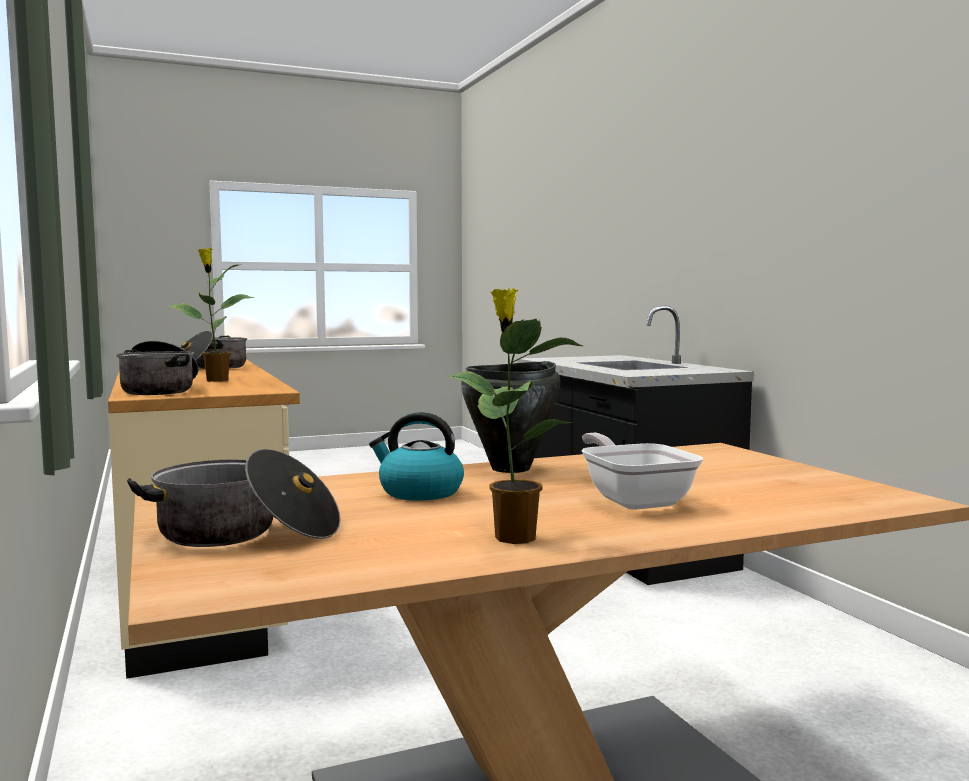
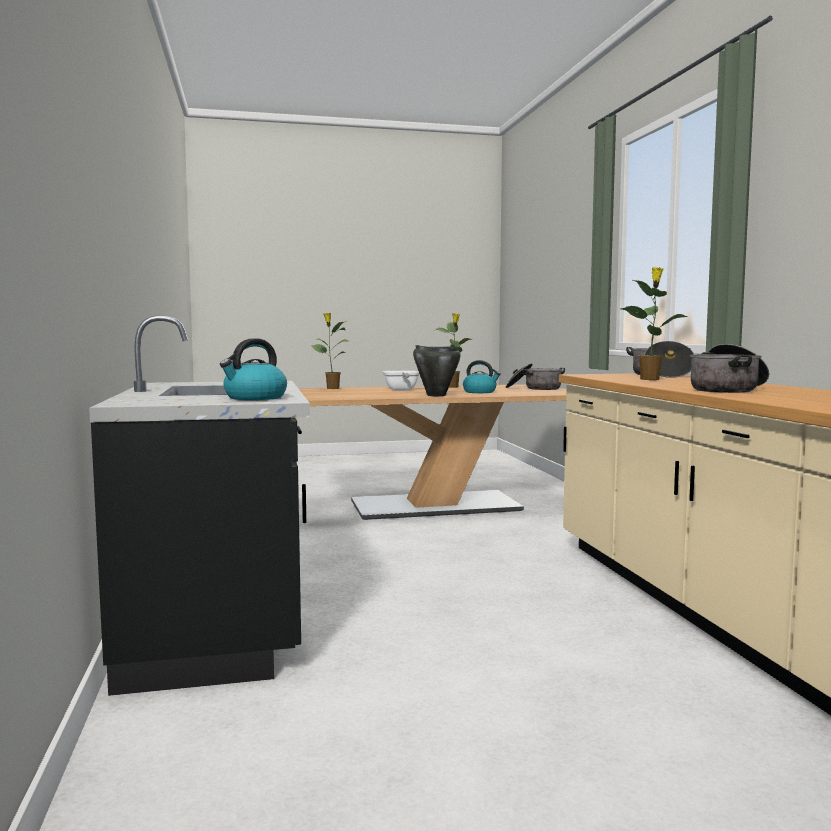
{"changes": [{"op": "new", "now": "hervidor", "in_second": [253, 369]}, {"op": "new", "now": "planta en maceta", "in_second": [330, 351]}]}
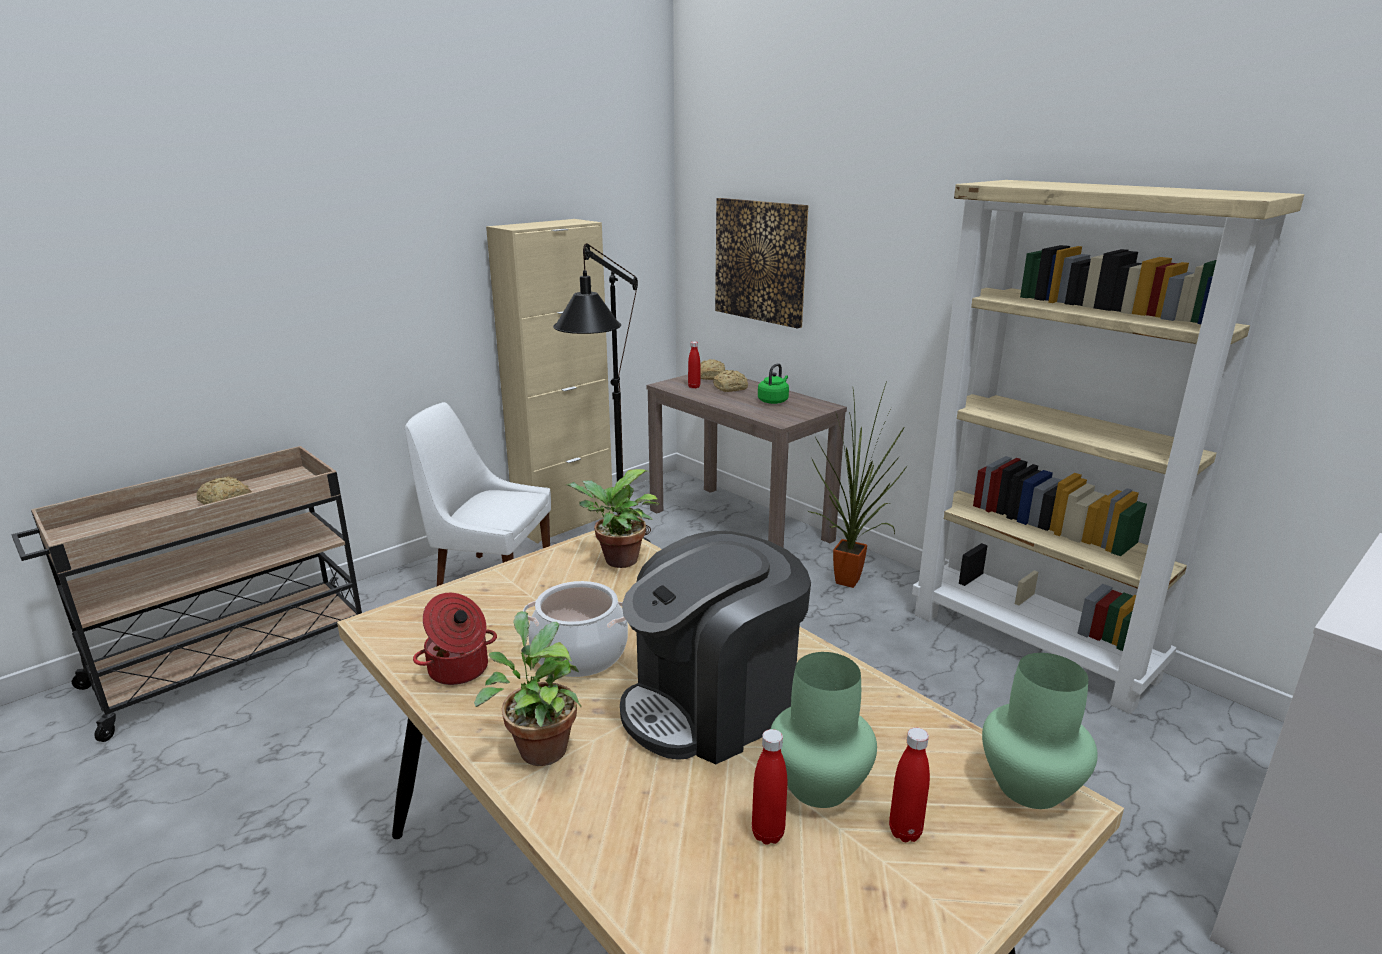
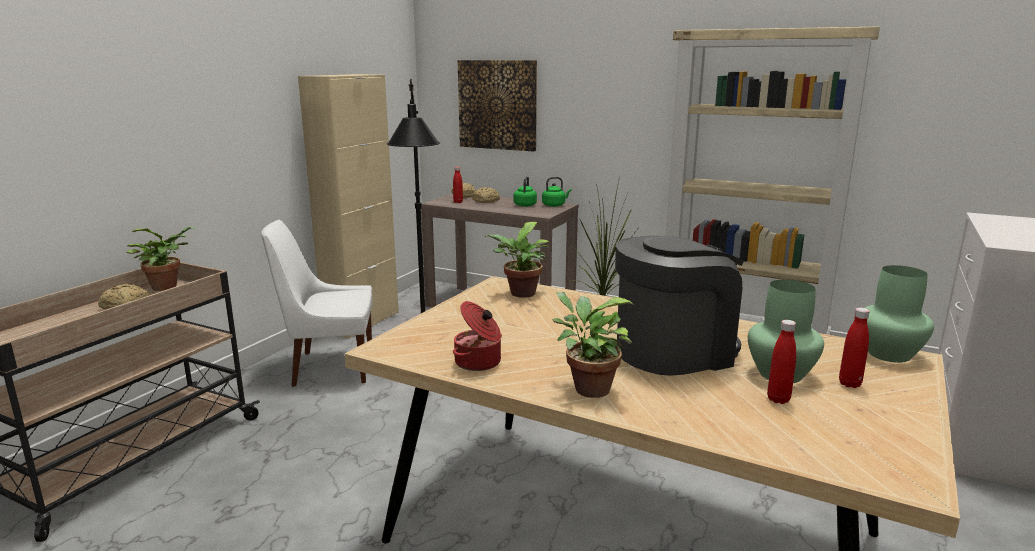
{"changes": [{"op": "new", "now": "planta en maceta", "in_second": [160, 258]}, {"op": "new", "now": "hervidor [verde]", "in_second": [557, 192]}, {"op": "rotated", "was": "cafetera", "in_first": [715, 647], "in_second": [679, 306], "clockwise": -150}, {"op": "gone", "was": "olla", "in_first": [575, 629]}]}
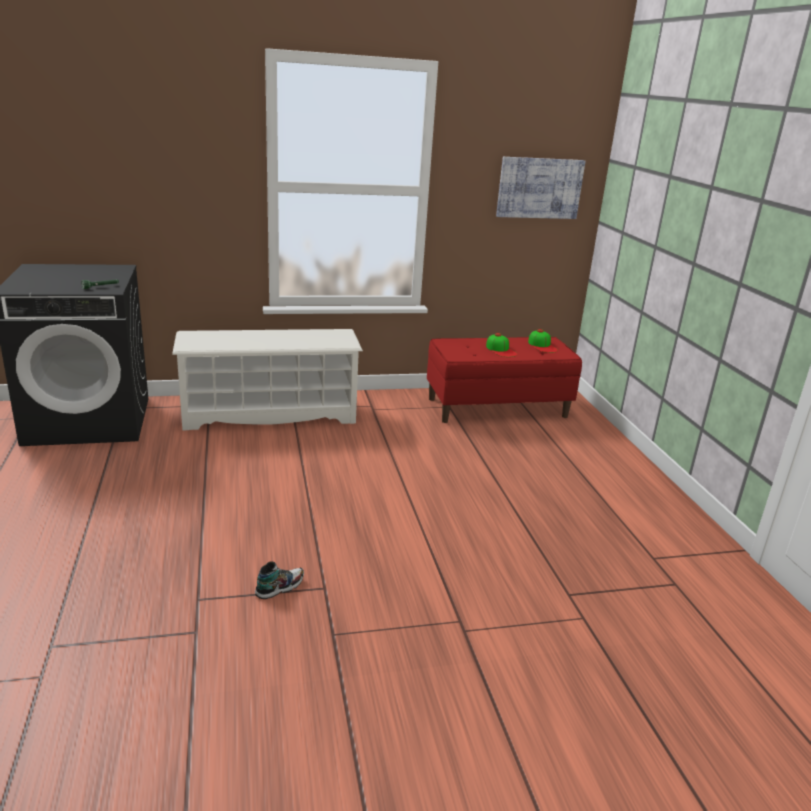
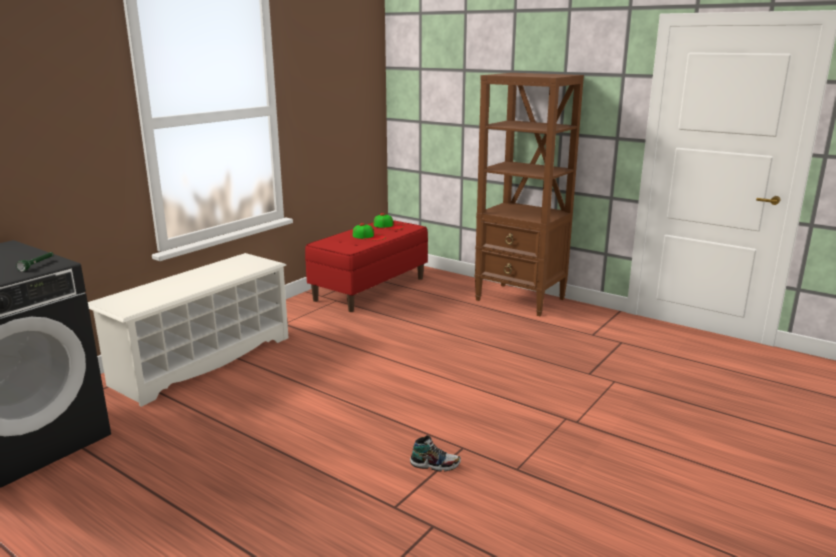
{"changes": [{"op": "rotated", "was": "zapato", "in_first": [279, 580], "in_second": [435, 453], "clockwise": 90}, {"op": "new", "now": "estantería [marrón]", "in_second": [529, 194]}, {"op": "gone", "was": "cuadro", "in_first": [540, 188]}]}
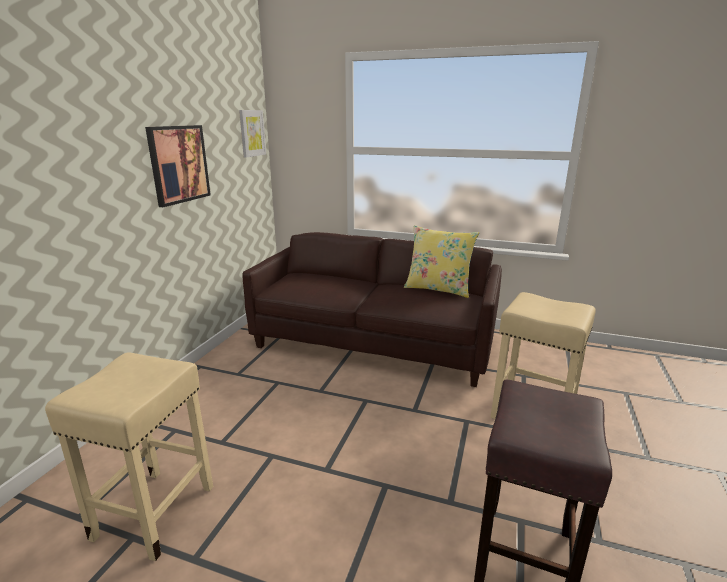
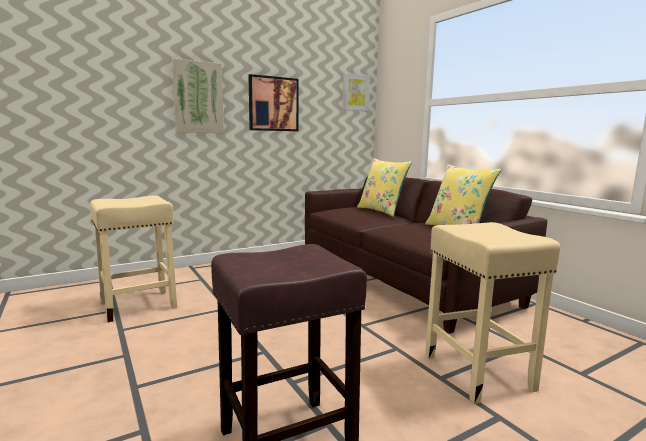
{"changes": [{"op": "new", "now": "cuadro", "in_second": [198, 95]}, {"op": "new", "now": "cojín [amarillo]", "in_second": [384, 187]}]}
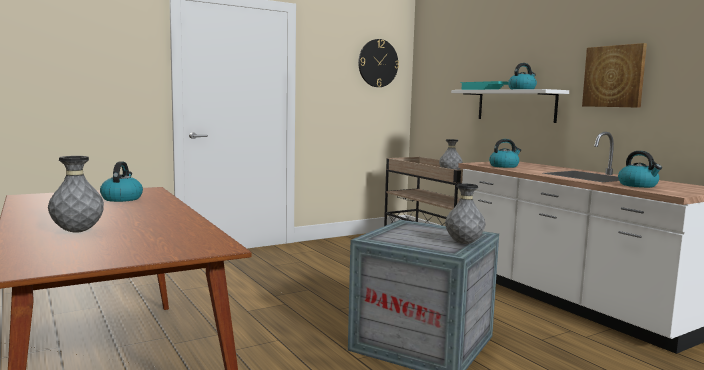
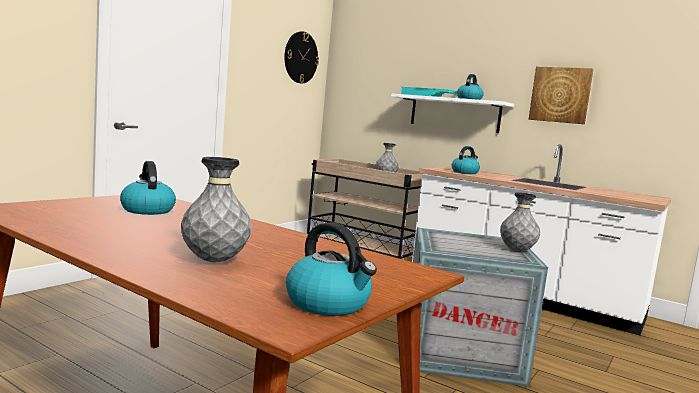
{"changes": [{"op": "shifted", "was": "hervidor", "in_first": [640, 169], "in_second": [331, 269]}]}
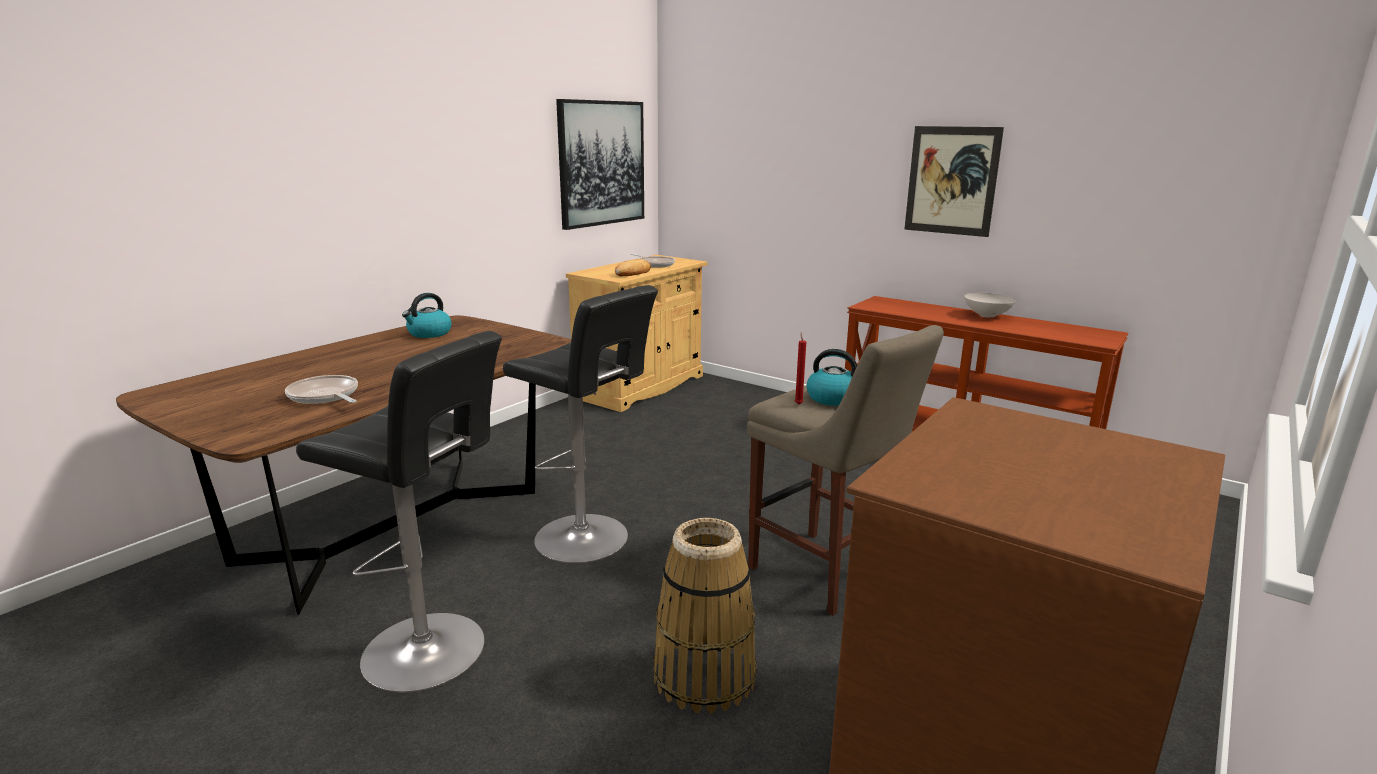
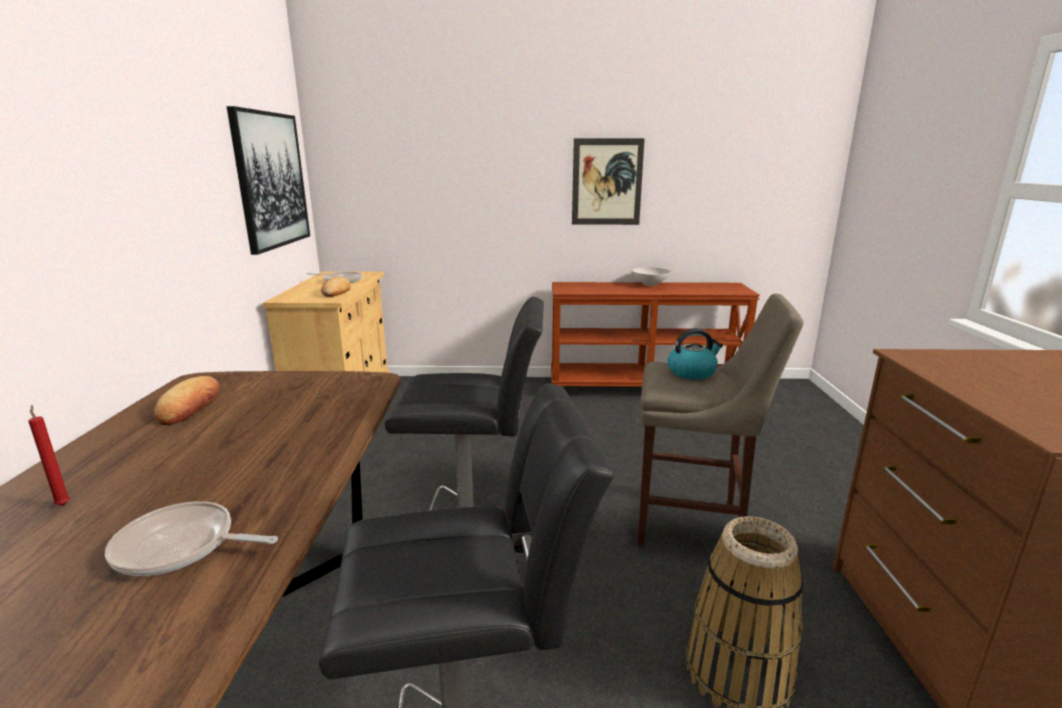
{"changes": [{"op": "shifted", "was": "vela [rojo]", "in_first": [800, 368], "in_second": [49, 455]}, {"op": "swapped", "was": "hervidor", "now": "pan", "in_first": [426, 315], "in_second": [186, 400]}]}
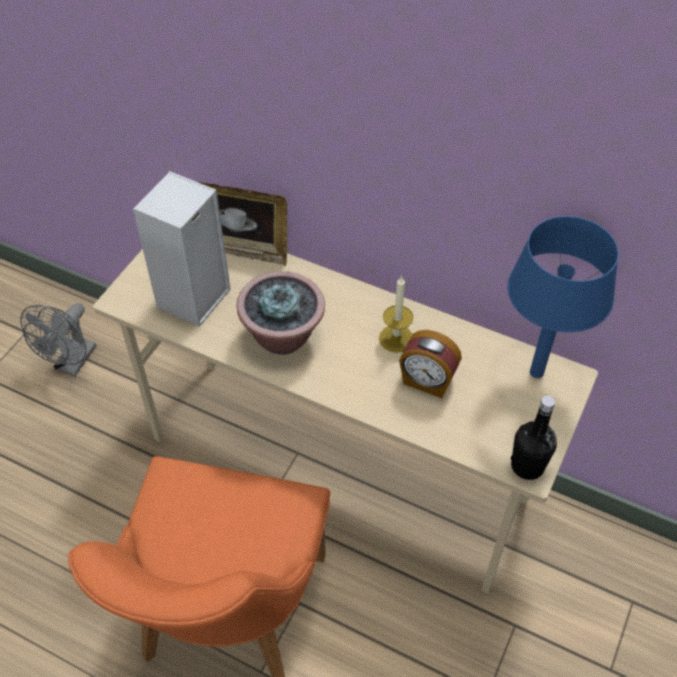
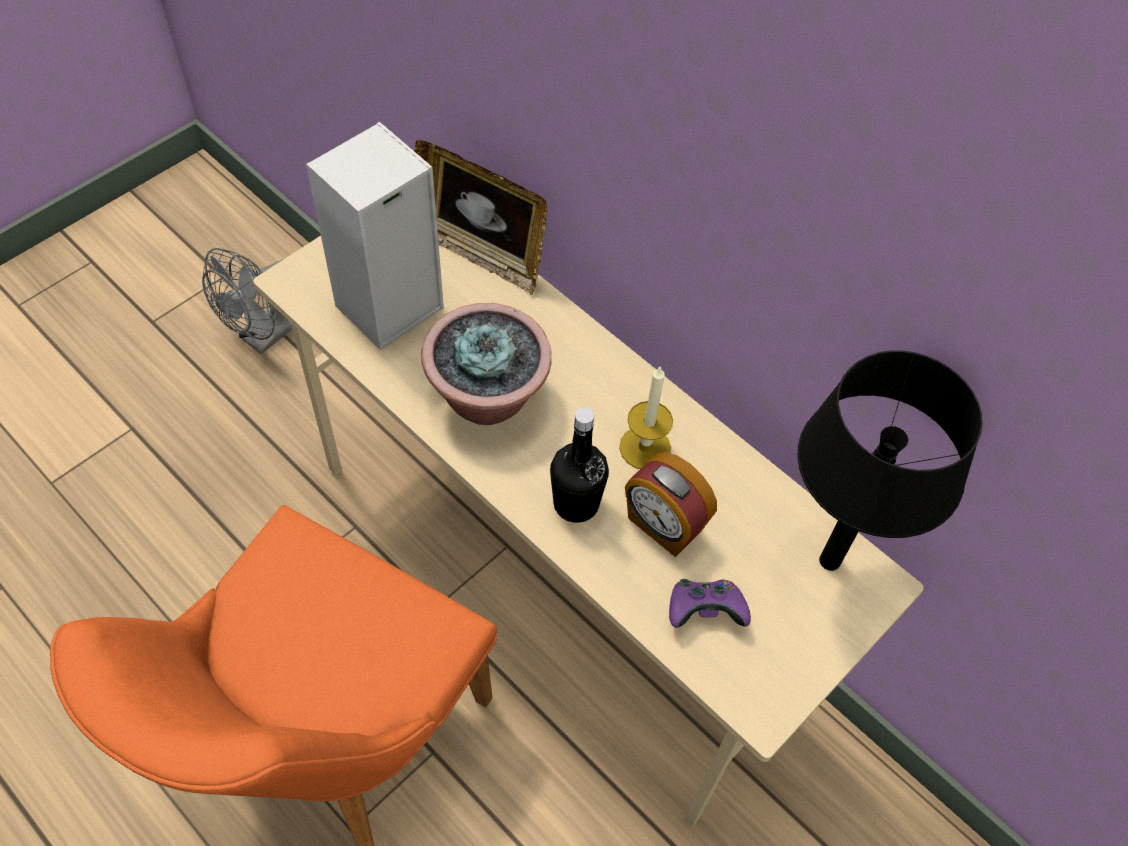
{"changes": [{"op": "shifted", "was": "botella [negro]", "in_first": [534, 437], "in_second": [579, 465]}, {"op": "new", "now": "mando de consola [morado]", "in_second": [710, 603]}, {"op": "repainted", "was": "lámpara de mesa [azul]", "now": "lámpara de mesa [negro]", "in_first": [563, 297], "in_second": [890, 460]}]}
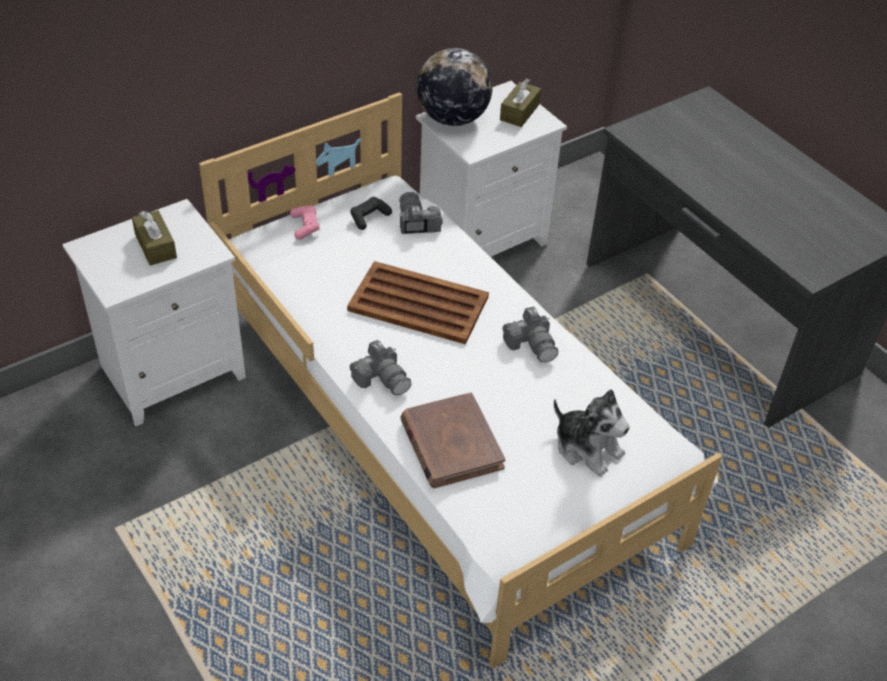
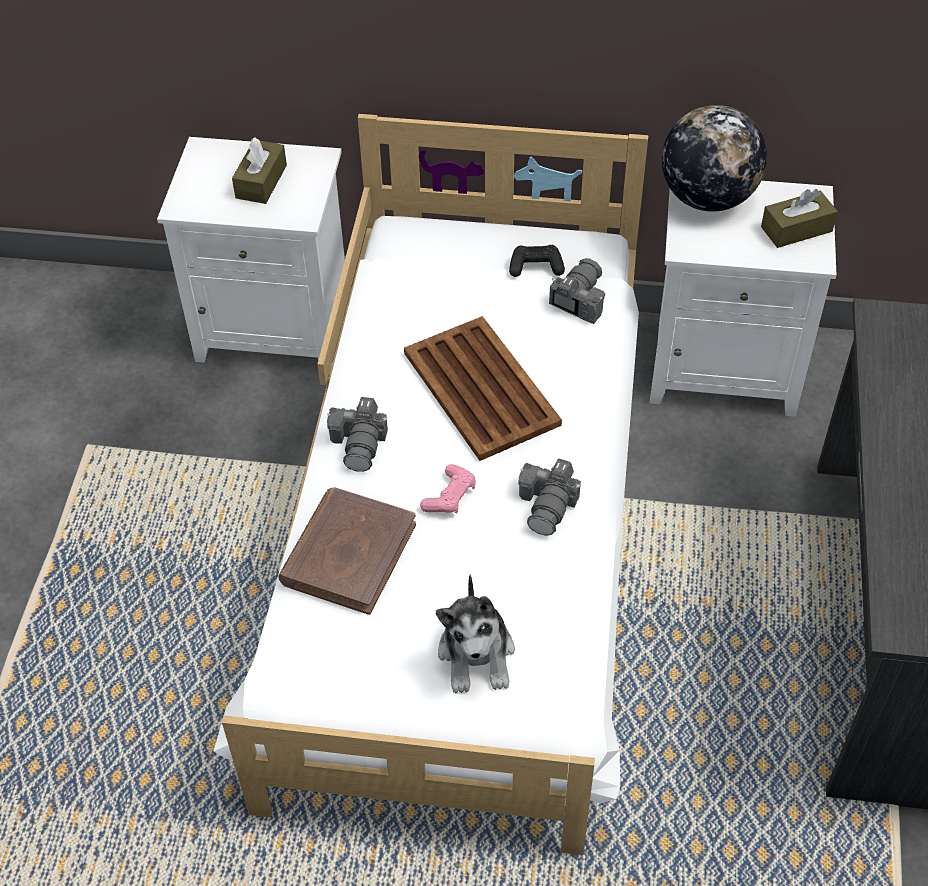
{"changes": [{"op": "shifted", "was": "mando de consola [rosa]", "in_first": [305, 223], "in_second": [448, 489]}]}
